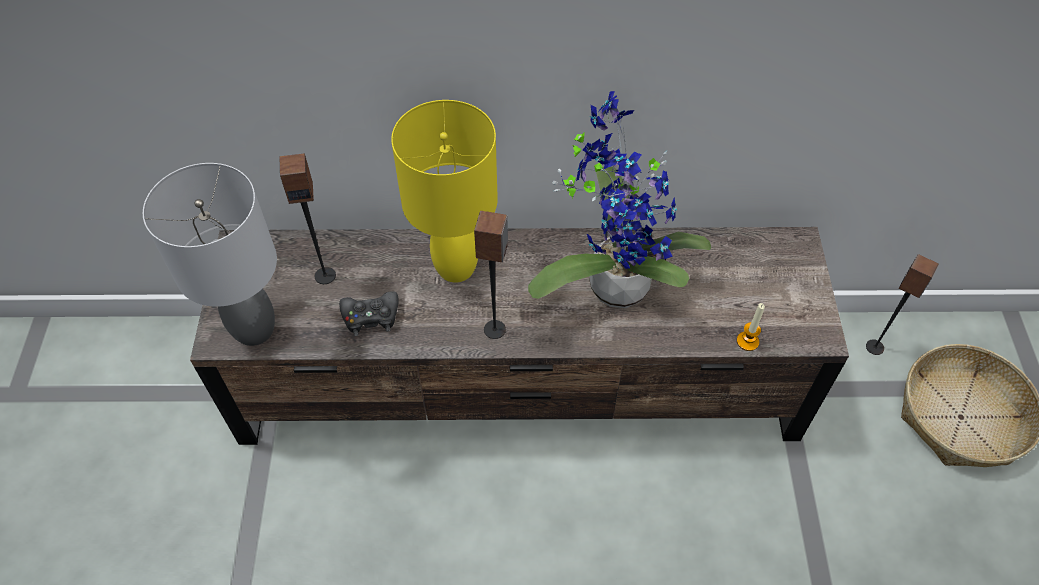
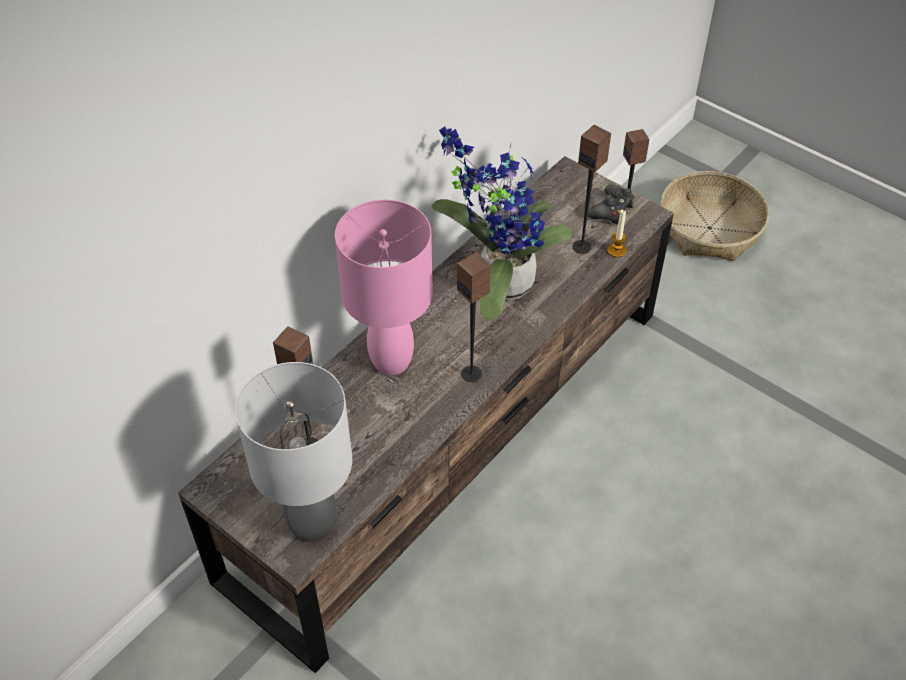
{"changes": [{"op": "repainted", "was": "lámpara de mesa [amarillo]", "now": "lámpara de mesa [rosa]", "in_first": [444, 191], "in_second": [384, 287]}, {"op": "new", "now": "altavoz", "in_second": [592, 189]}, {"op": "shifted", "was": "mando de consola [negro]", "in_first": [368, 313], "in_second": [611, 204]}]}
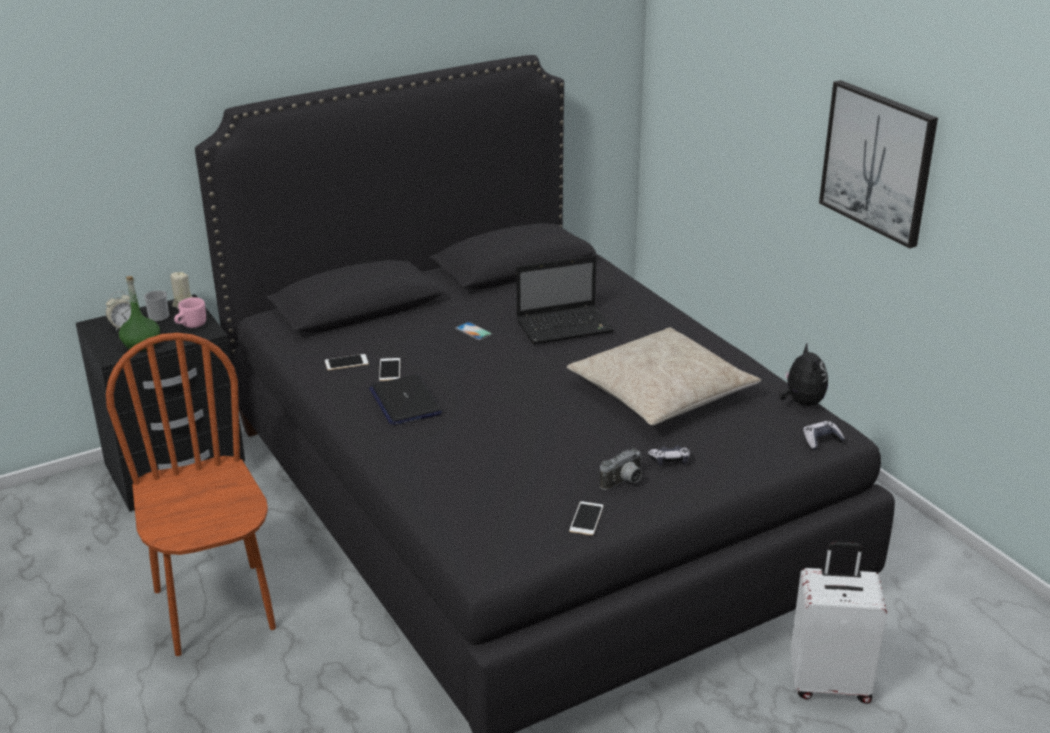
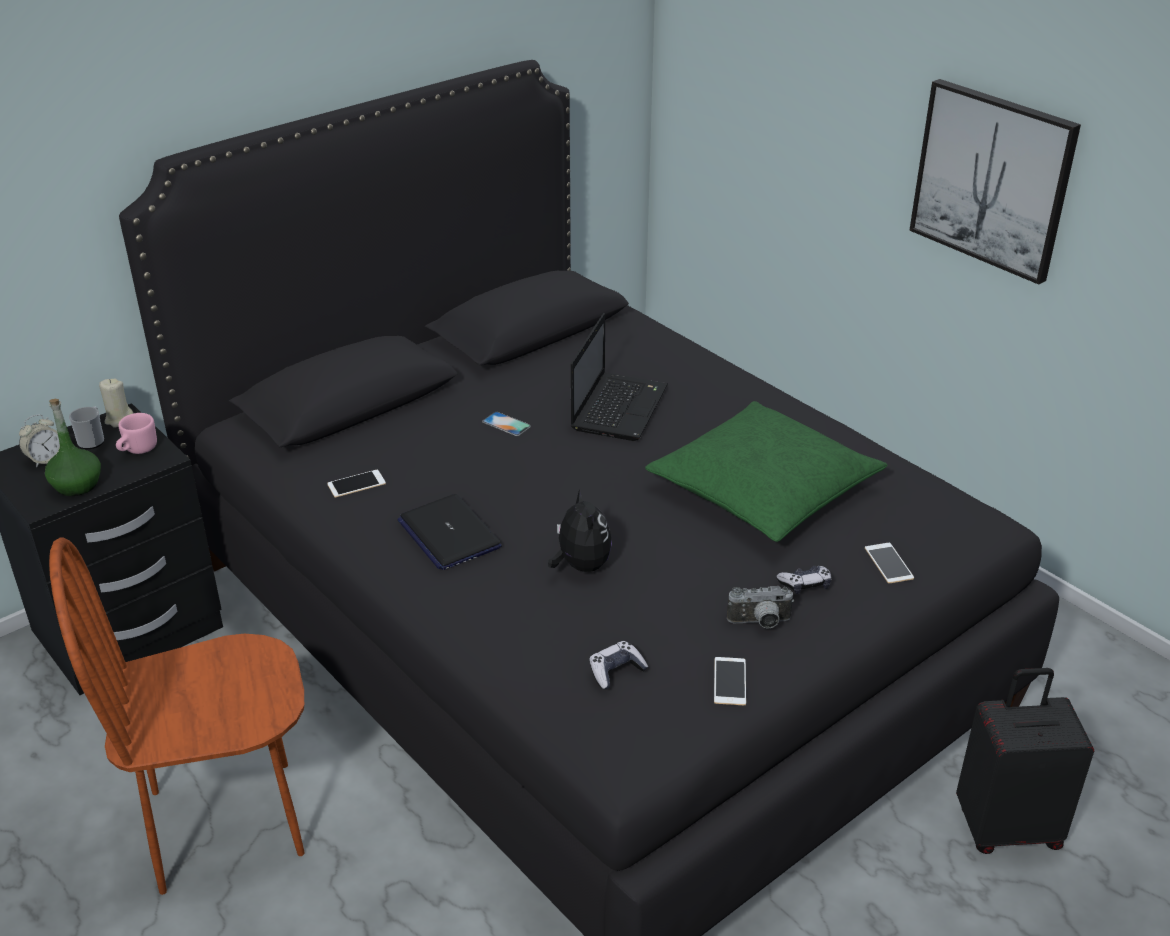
{"changes": [{"op": "rotated", "was": "silla [marrón]", "in_first": [191, 494], "in_second": [177, 716], "clockwise": -75}, {"op": "shifted", "was": "peluche", "in_first": [803, 374], "in_second": [580, 530]}, {"op": "rotated", "was": "portátil", "in_first": [565, 299], "in_second": [619, 377], "clockwise": -45}, {"op": "shifted", "was": "mando de consola", "in_first": [824, 435], "in_second": [618, 665]}, {"op": "repainted", "was": "cojín [beis]", "now": "cojín [verde]", "in_first": [664, 376], "in_second": [766, 471]}, {"op": "rotated", "was": "cámara", "in_first": [621, 469], "in_second": [760, 607], "clockwise": 45}, {"op": "shifted", "was": "móvil", "in_first": [389, 369], "in_second": [889, 563]}, {"op": "repainted", "was": "maleta [blanco]", "now": "maleta [negro]", "in_first": [838, 623], "in_second": [1025, 761]}]}
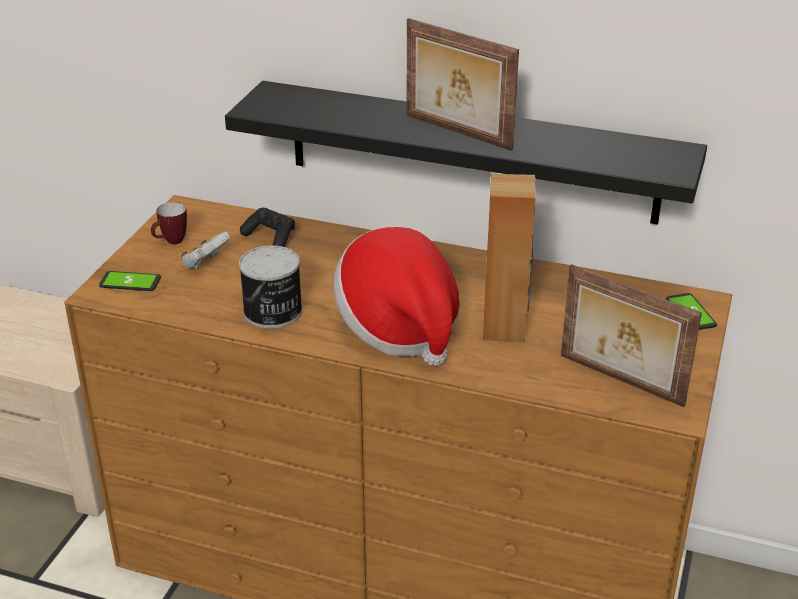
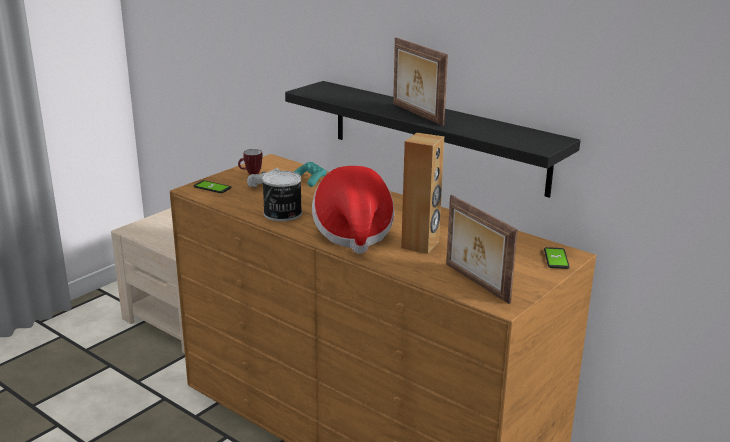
{"changes": [{"op": "repainted", "was": "mando de consola [negro]", "now": "mando de consola [turquesa]", "in_first": [267, 227], "in_second": [310, 174]}]}
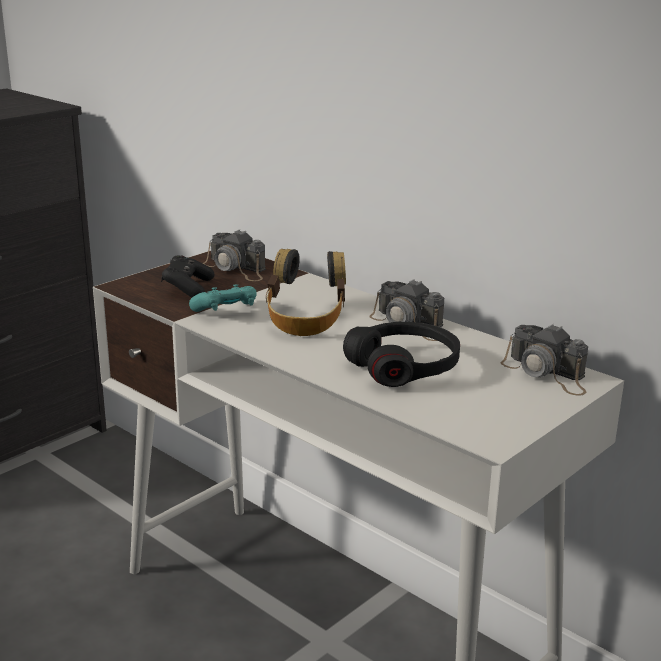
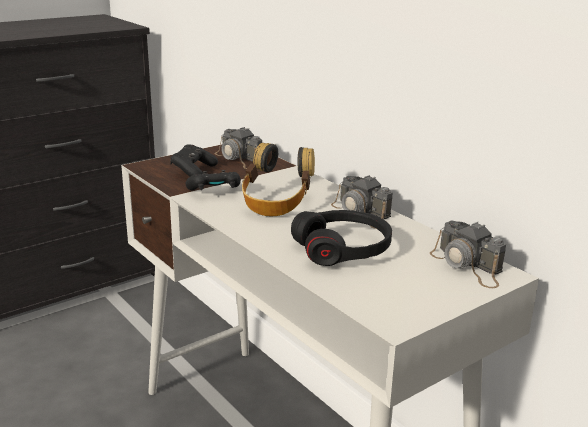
{"changes": [{"op": "repainted", "was": "mando de consola [turquesa]", "now": "mando de consola [negro]", "in_first": [223, 298], "in_second": [213, 180]}]}
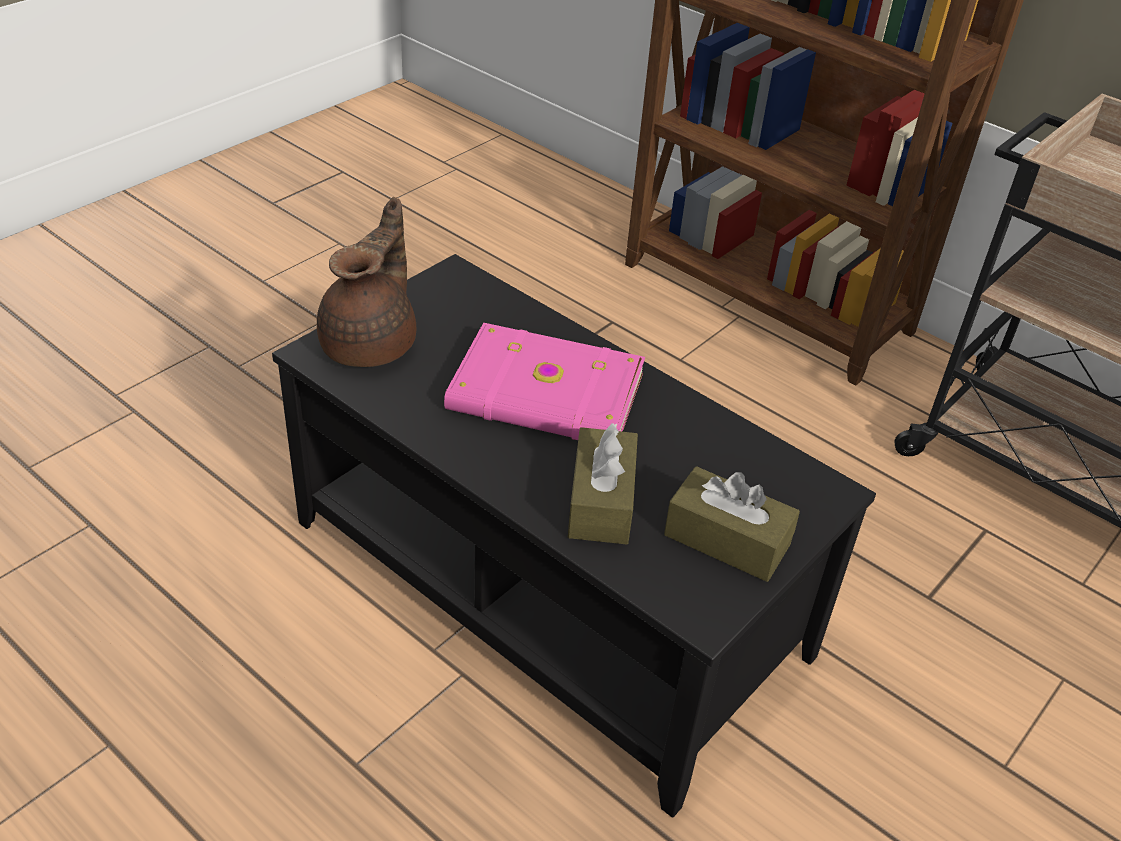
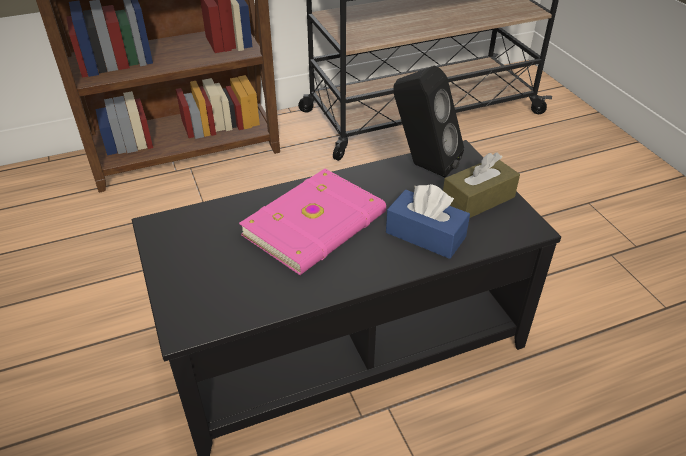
{"changes": [{"op": "repainted", "was": "caja de pañuelos [marrón]", "now": "caja de pañuelos [azul]", "in_first": [603, 483], "in_second": [428, 221]}, {"op": "new", "now": "altavoz [negro]", "in_second": [428, 121]}, {"op": "gone", "was": "tetera [marrón]", "in_first": [366, 282]}]}
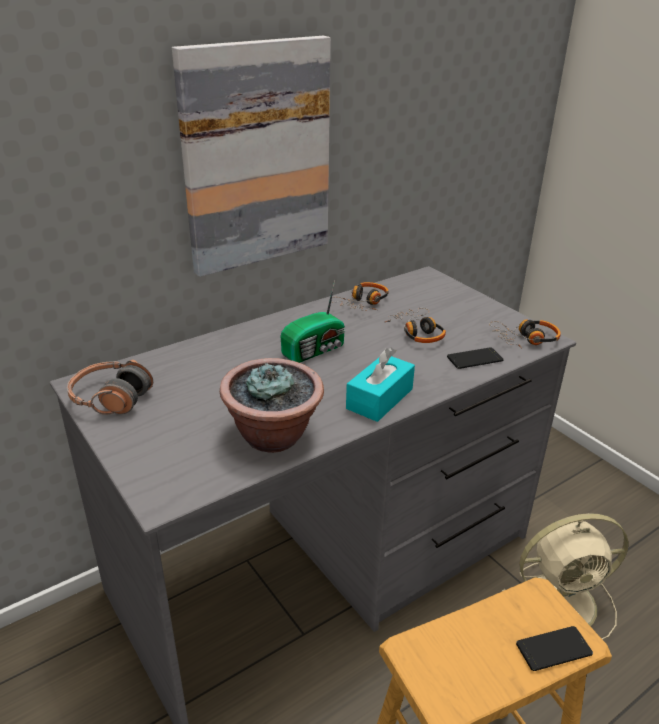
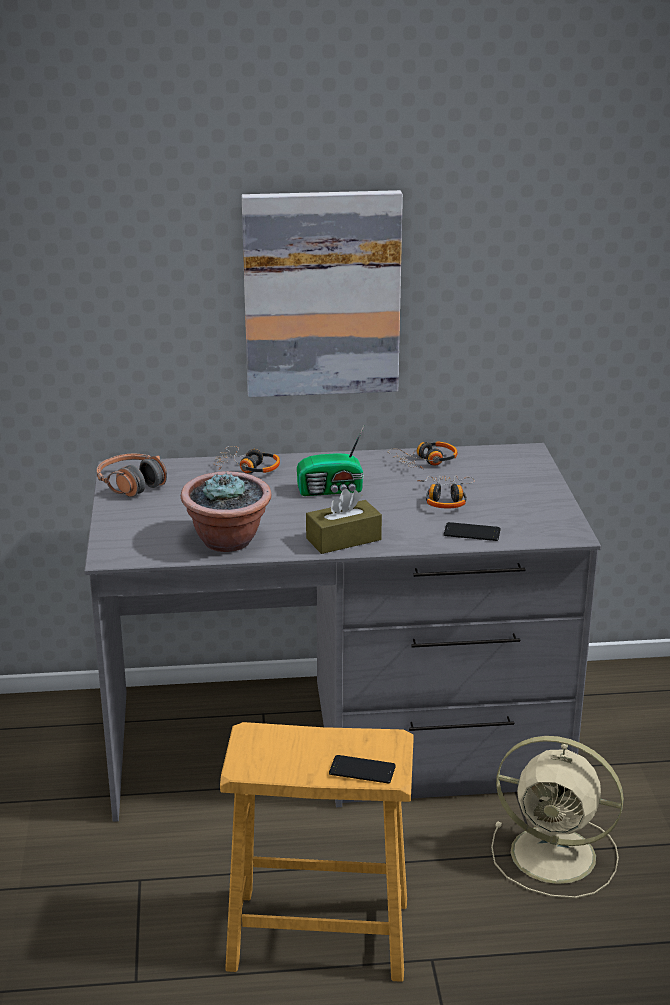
{"changes": [{"op": "shifted", "was": "auriculares", "in_first": [525, 334], "in_second": [247, 459]}, {"op": "repainted", "was": "caja de pañuelos [turquesa]", "now": "caja de pañuelos [marrón]", "in_first": [380, 384], "in_second": [344, 521]}]}
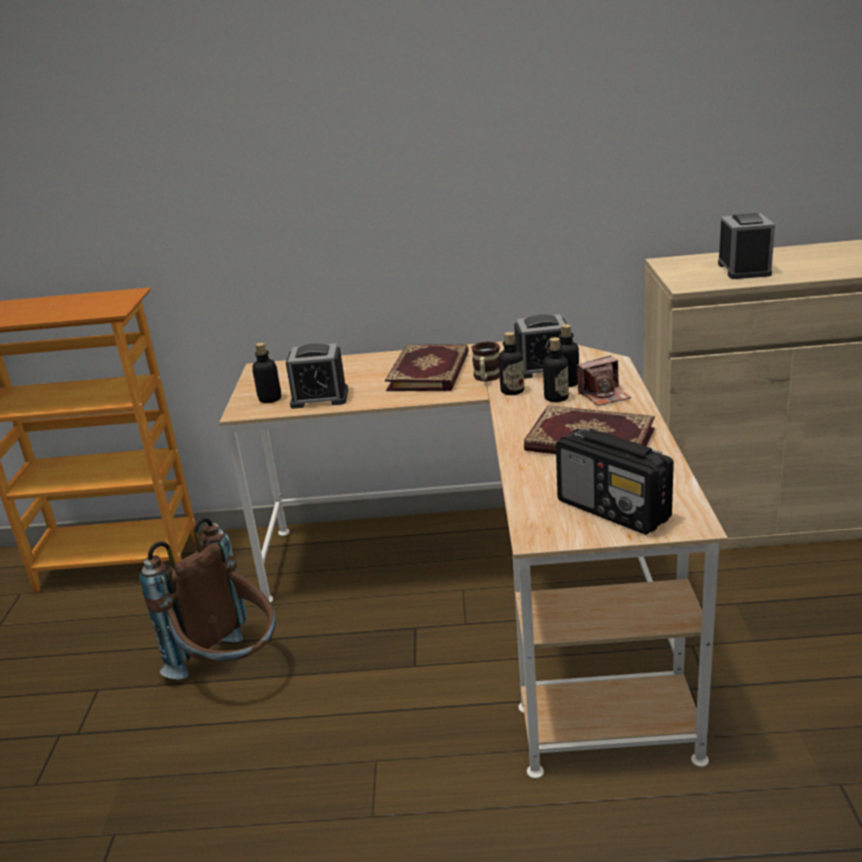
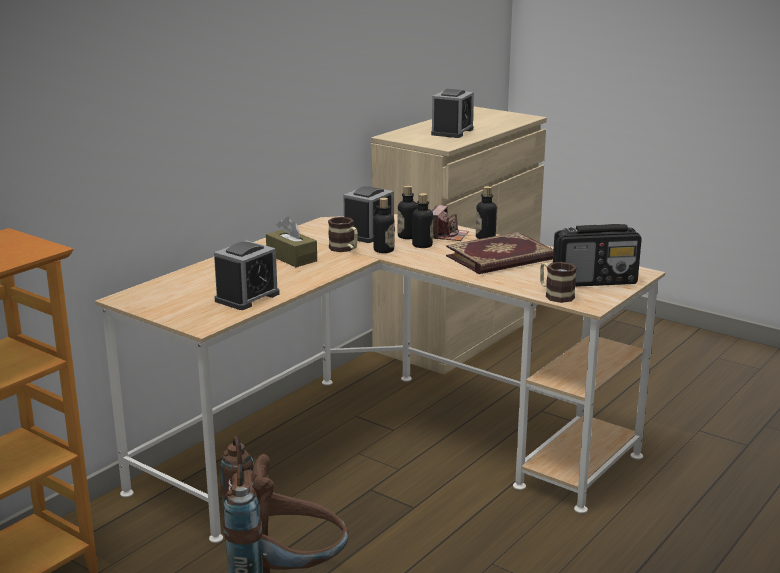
{"changes": [{"op": "swapped", "was": "libro", "now": "caja de pañuelos [marrón]", "in_first": [427, 367], "in_second": [291, 242]}, {"op": "rotated", "was": "despertador", "in_first": [746, 246], "in_second": [452, 113], "clockwise": 75}, {"op": "shifted", "was": "botella", "in_first": [266, 373], "in_second": [486, 212]}, {"op": "new", "now": "taza grande", "in_second": [558, 282]}]}
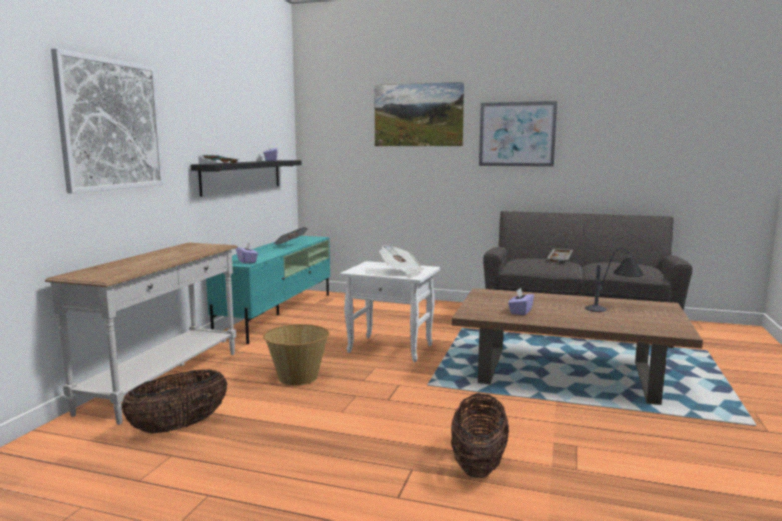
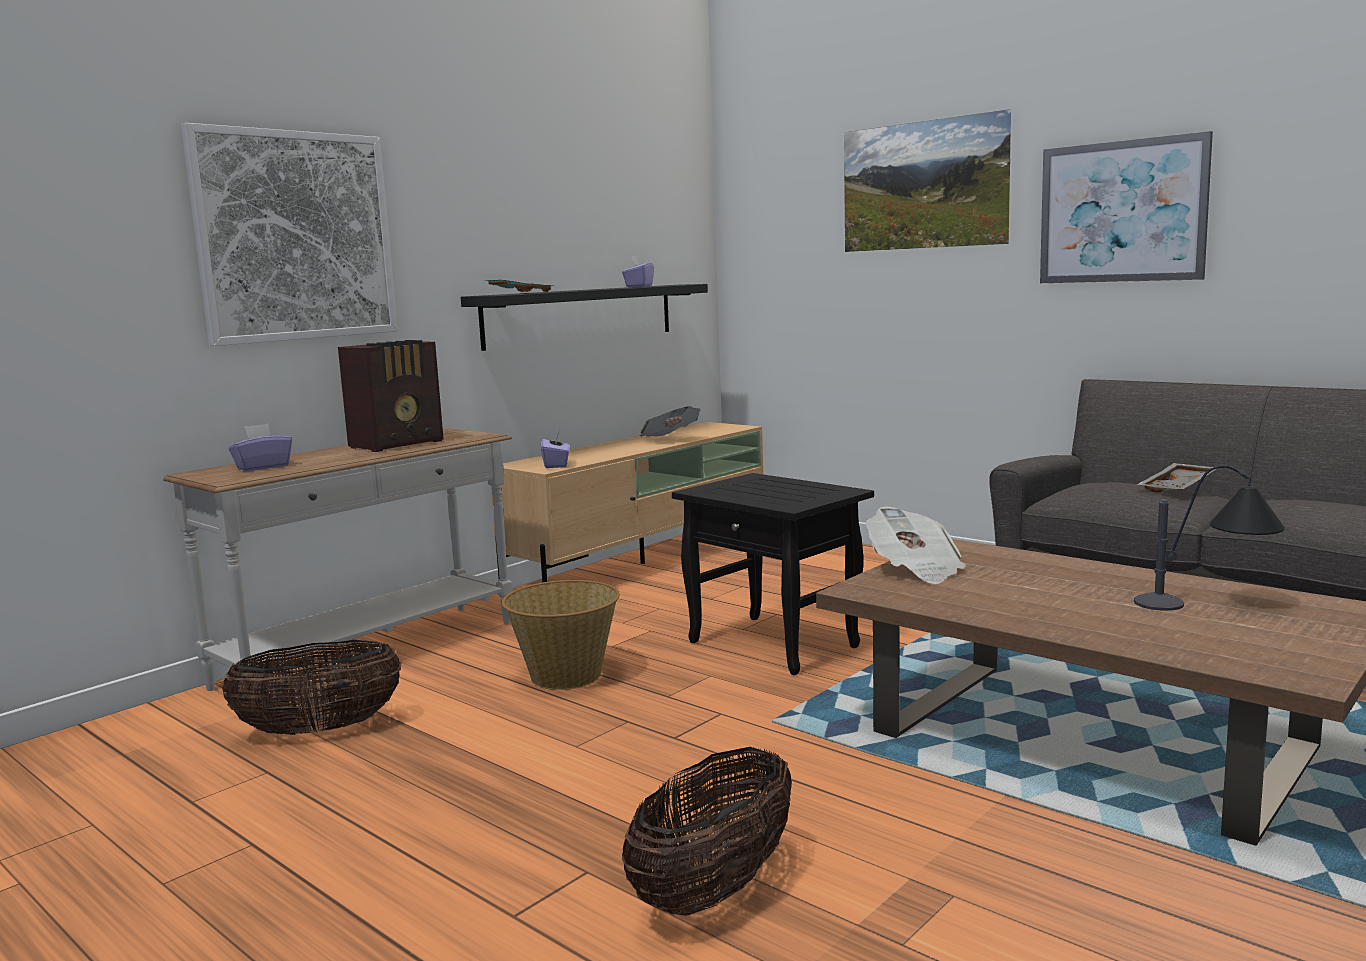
{"changes": [{"op": "shifted", "was": "caja de pañuelos [morado]", "in_first": [521, 301], "in_second": [260, 447]}, {"op": "new", "now": "radio", "in_second": [391, 396]}, {"op": "repainted", "was": "mueble de televisión [turquesa]", "now": "mueble de televisión [beis]", "in_first": [268, 290], "in_second": [627, 509]}, {"op": "repainted", "was": "mesa auxiliar [blanco]", "now": "mesa auxiliar [negro]", "in_first": [390, 311], "in_second": [773, 574]}, {"op": "shifted", "was": "periódico", "in_first": [401, 261], "in_second": [915, 545]}]}
